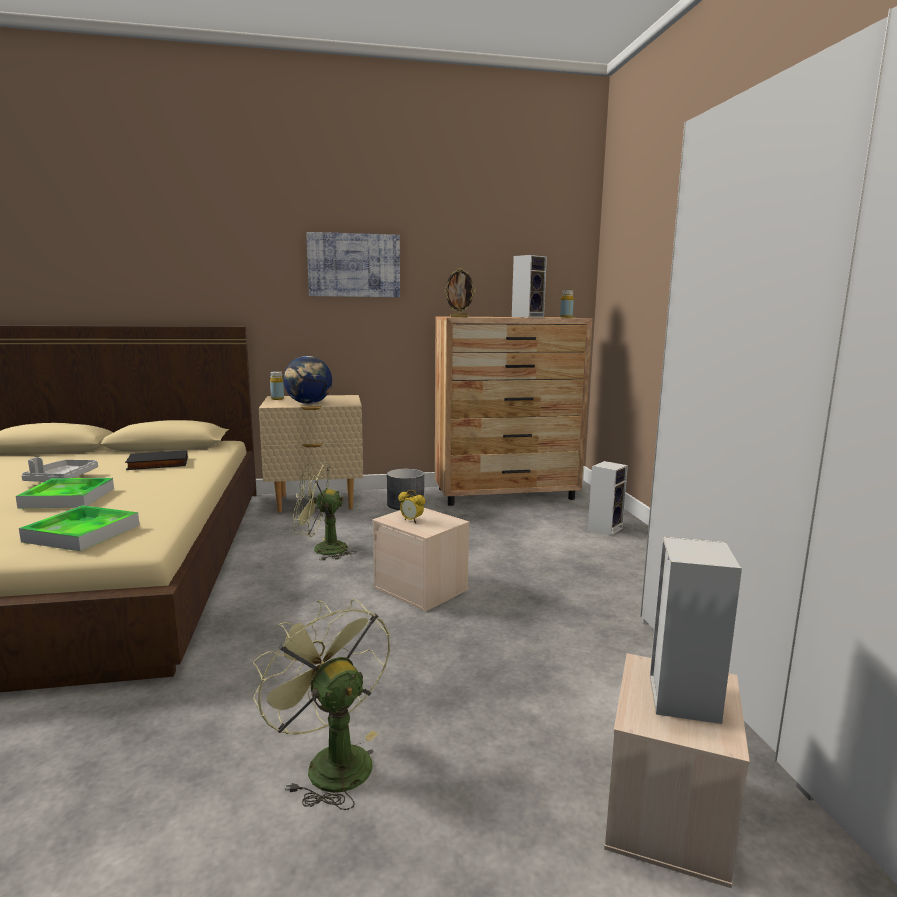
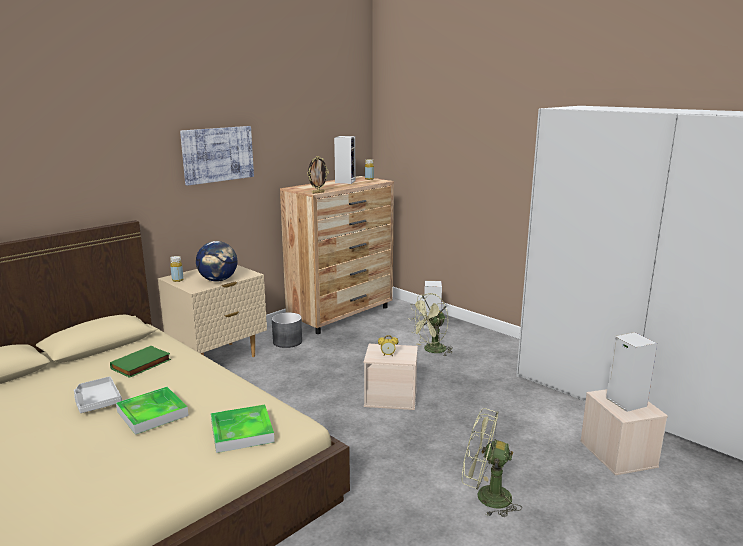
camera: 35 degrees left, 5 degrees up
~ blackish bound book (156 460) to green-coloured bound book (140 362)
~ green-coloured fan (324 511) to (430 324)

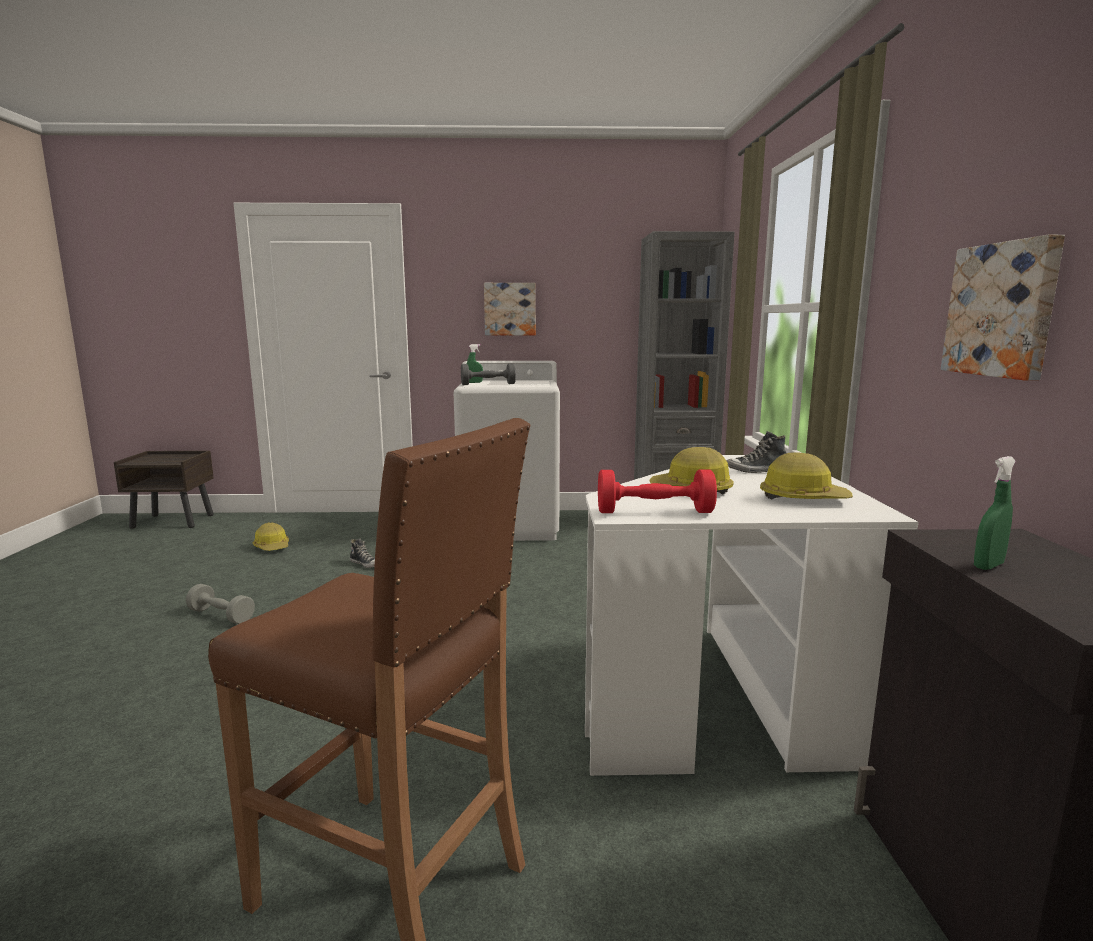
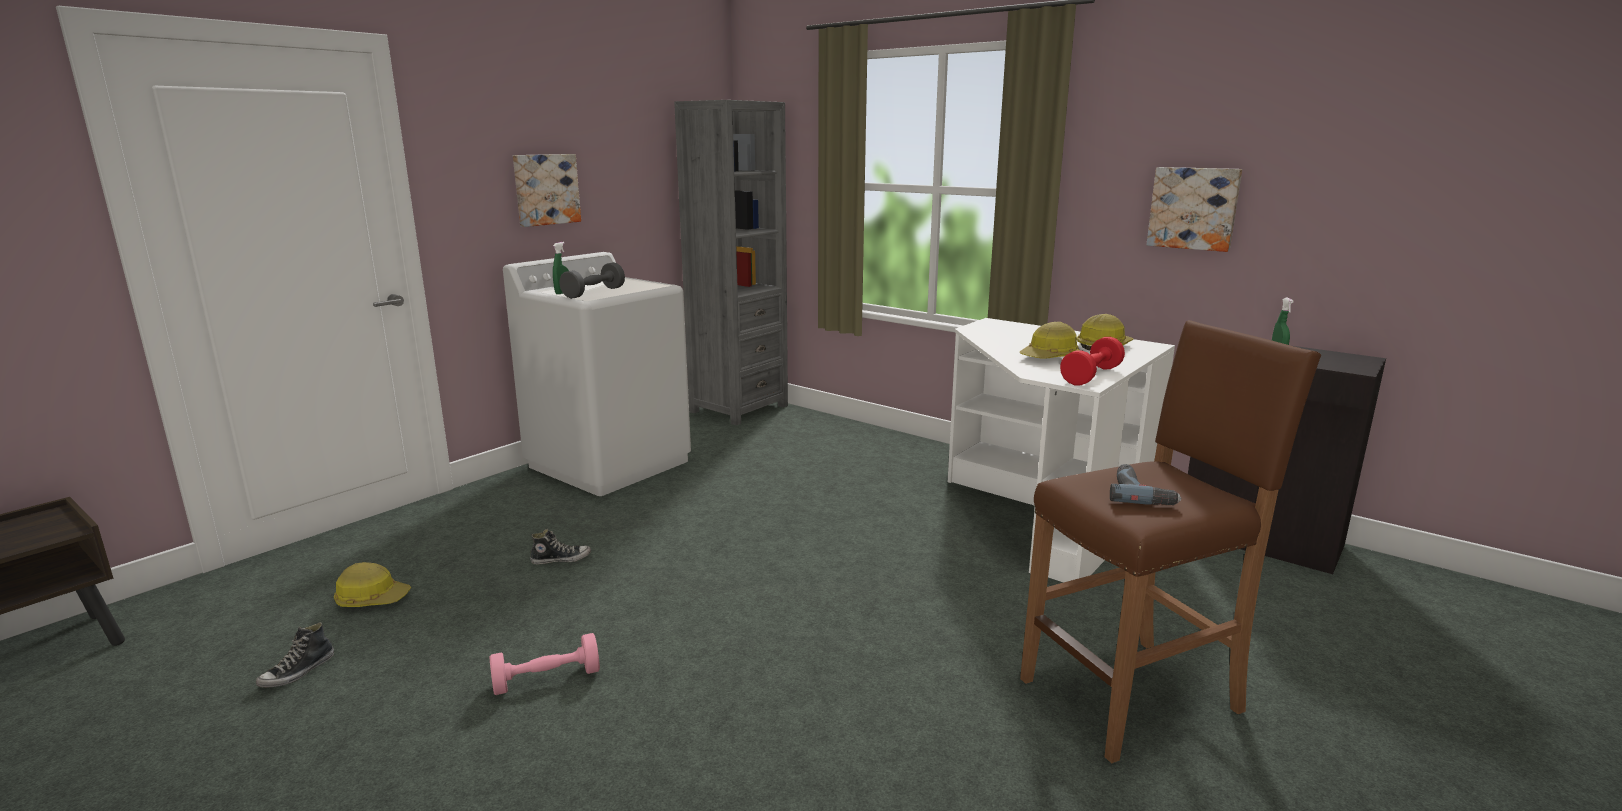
camera: 50 degrees left, 5 degrees up
~ greyish hand weight (220 604) to pink hand weight (544 664)
~ shoe (756 452) to (295 655)
+ power drill (1146 484)

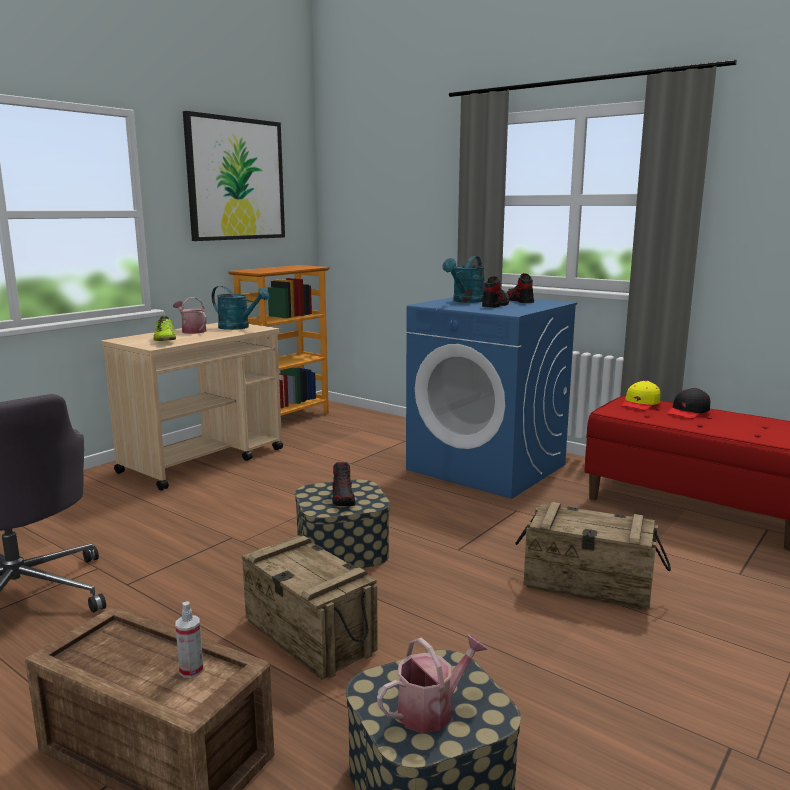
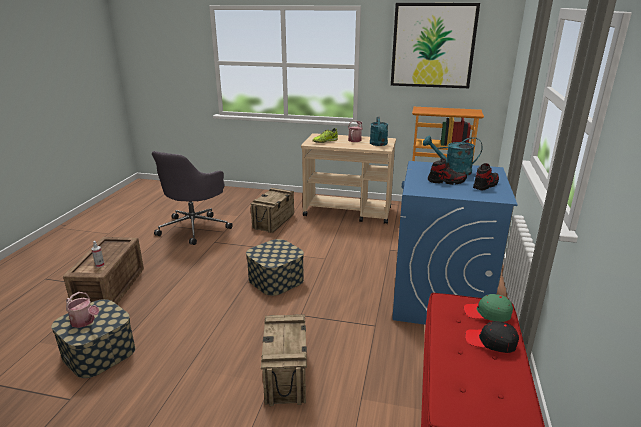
camera: 65 degrees right, 10 degrees up
~ crate (310 607) to (272 210)
- shoe (343 484)
~ yellow-coloured peaked cap (640 395) to green-coloured peaked cap (488 308)

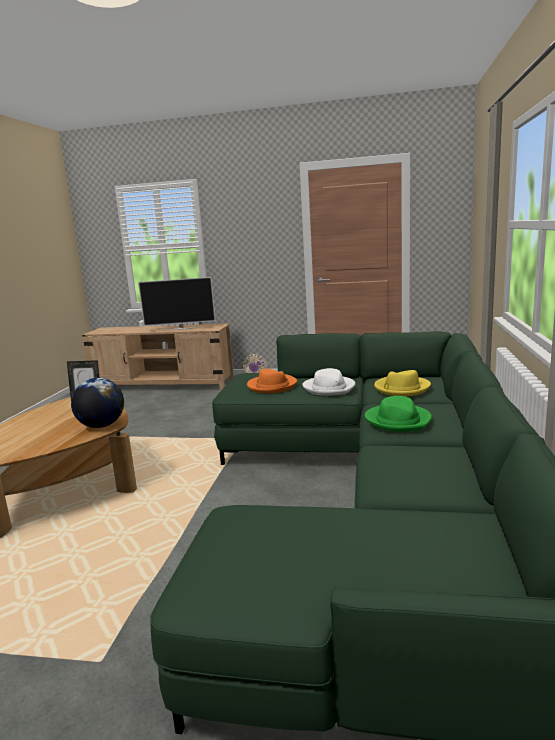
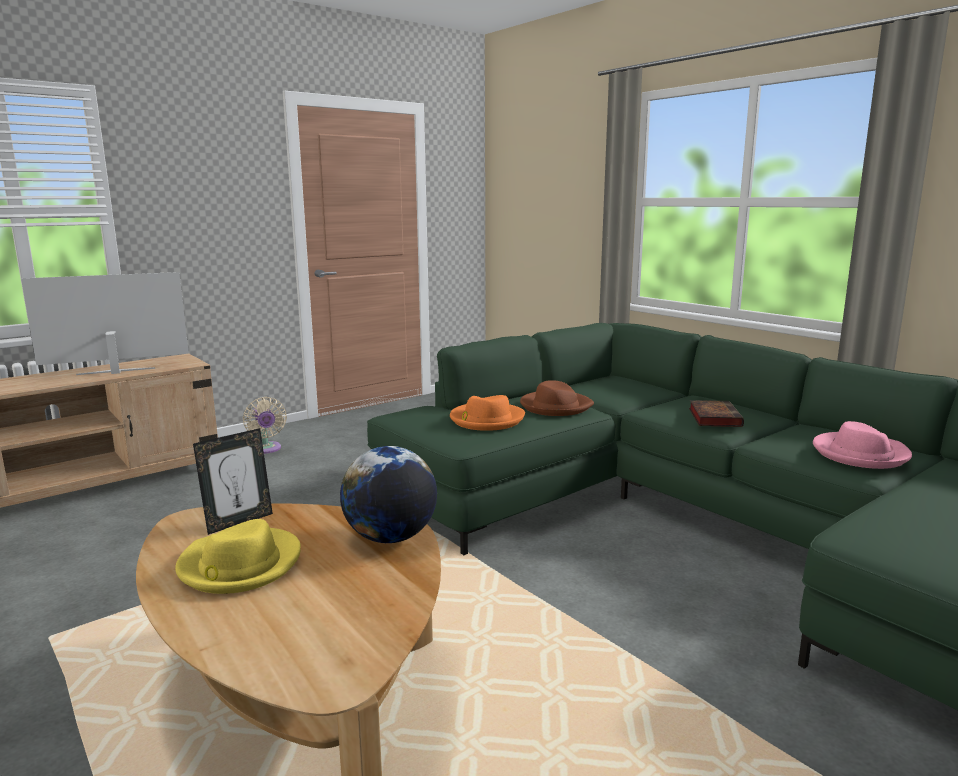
camera: 50 degrees left, 0 degrees up
~ television (177 303) = (105 323) 150 degrees counterclockwise
~ white-coloured wearable hat (328 382) to brown-coloured wearable hat (557 398)
~ green-coloured wearable hat (398 414) to bound book (716 413)
~ yellow-coloured wearable hat (402 383) to (238 556)
+ pink wearable hat (862 445)

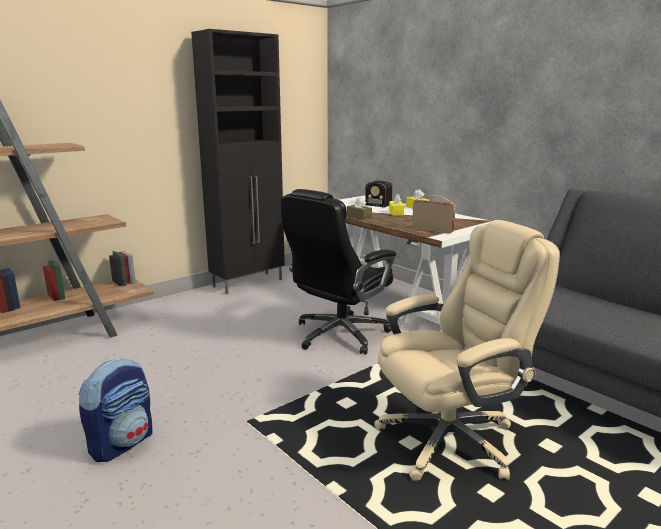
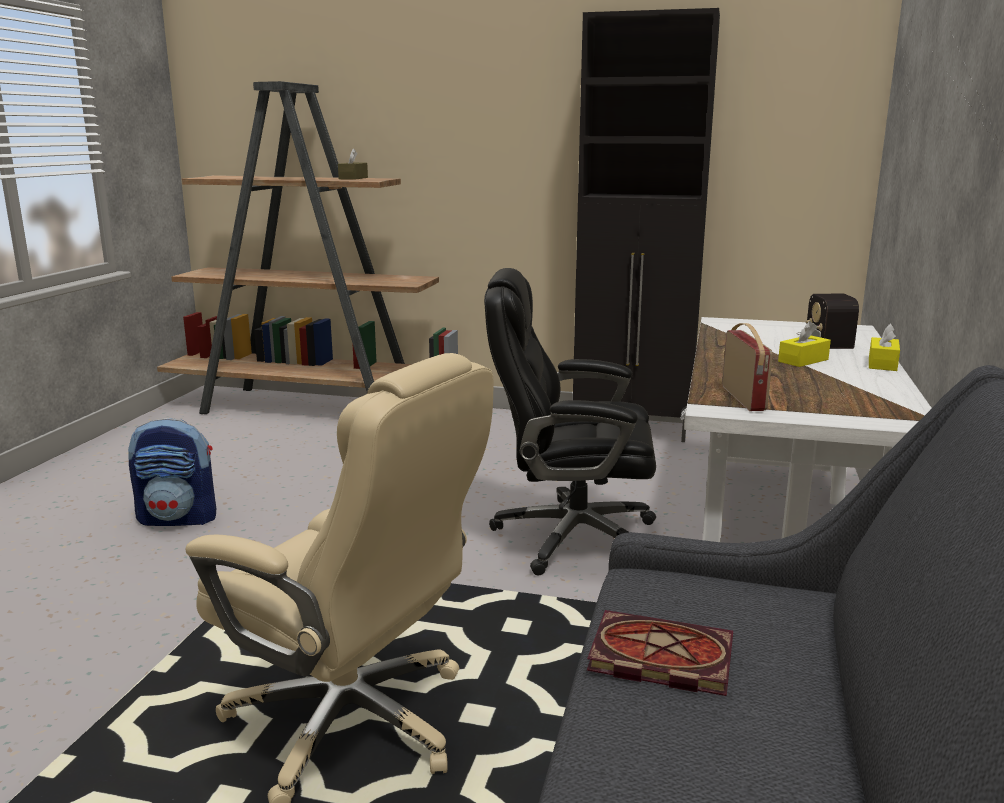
camera: 55 degrees right, 0 degrees up
~ brown-coloured tissue box (359 208) to (353 164)
+ bound book (660 653)

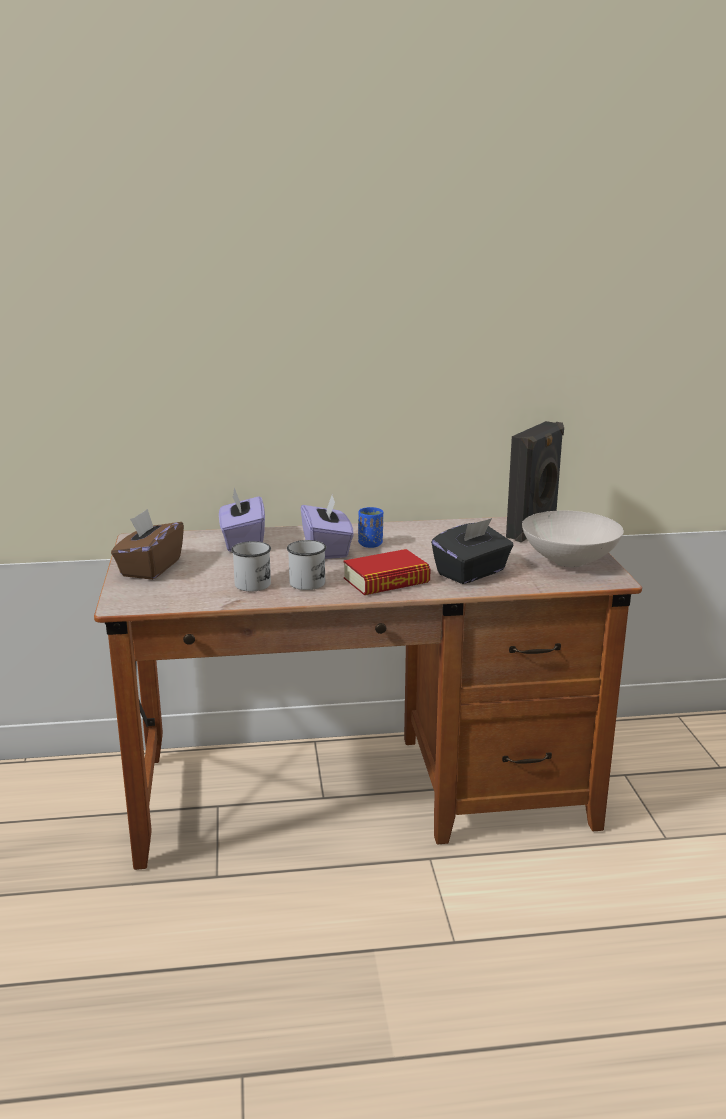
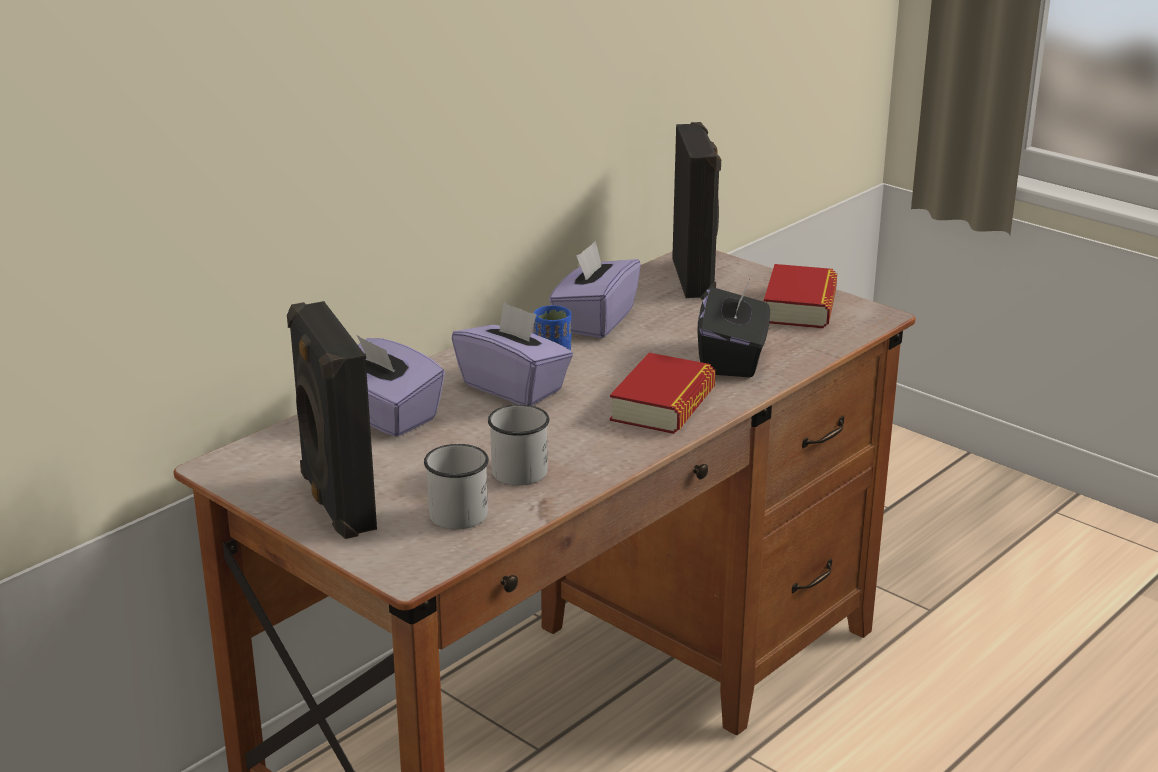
camera: 40 degrees left, 5 degrees up
~ brown-coloured tissue box (147 544) to blackish audio speaker (332 420)
~ white-coloured tea mug (306 565) to (456 486)
~ white-coloured bowl (573 539) to bound book (800 296)
+ purplish tissue box (595 289)

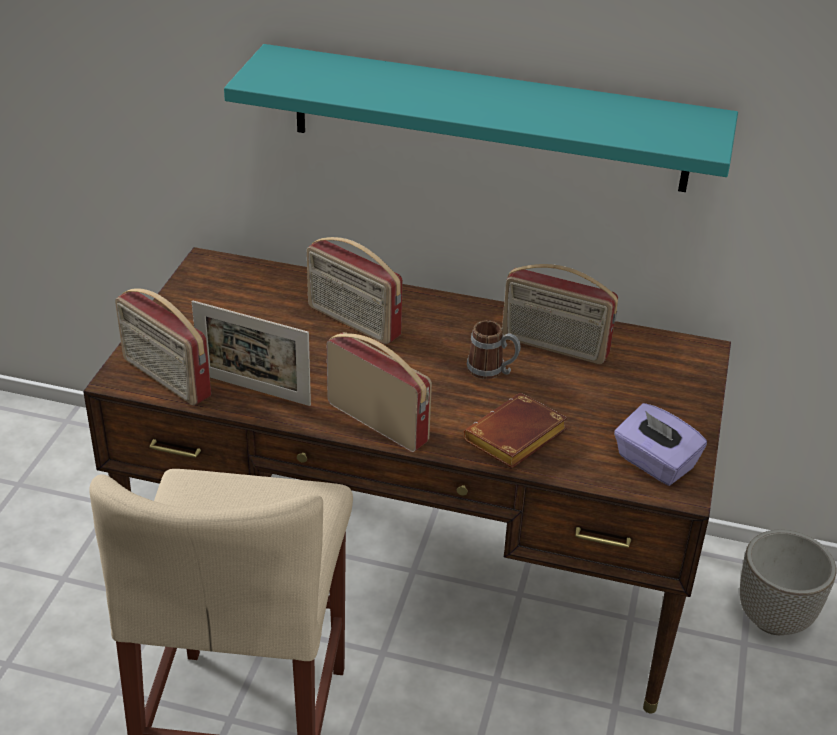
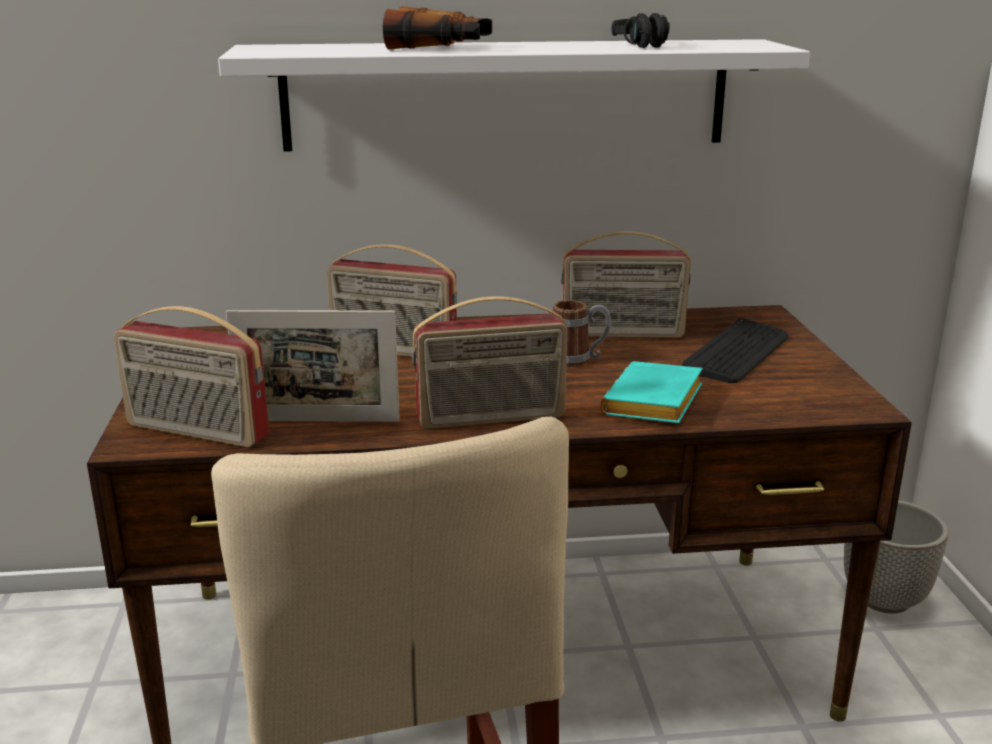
camera: 20 degrees left, 15 degrees down
~ turquoise-coloured wall shelf (481 118) to white-coloured wall shelf (514 95)
~ radio (379 392) = (489 362) 150 degrees clockwise
~ brown-coloured bound book (515 430) to turquoise-coloured bound book (651 392)
- purplish tissue box (660 444)
+ binoculars (437 28)
+ blackish headset (641 30)
+ PC keyboard (735 350)

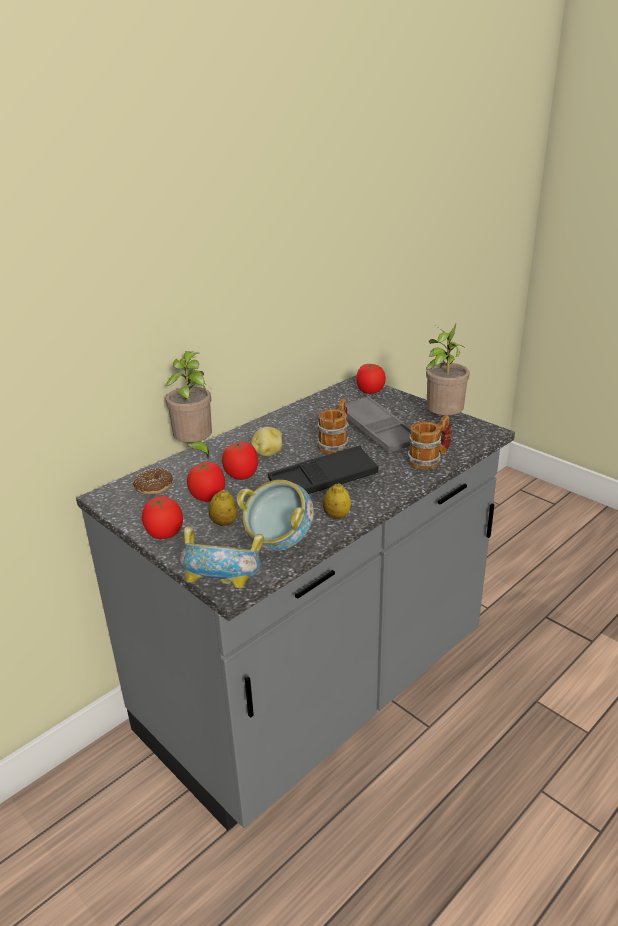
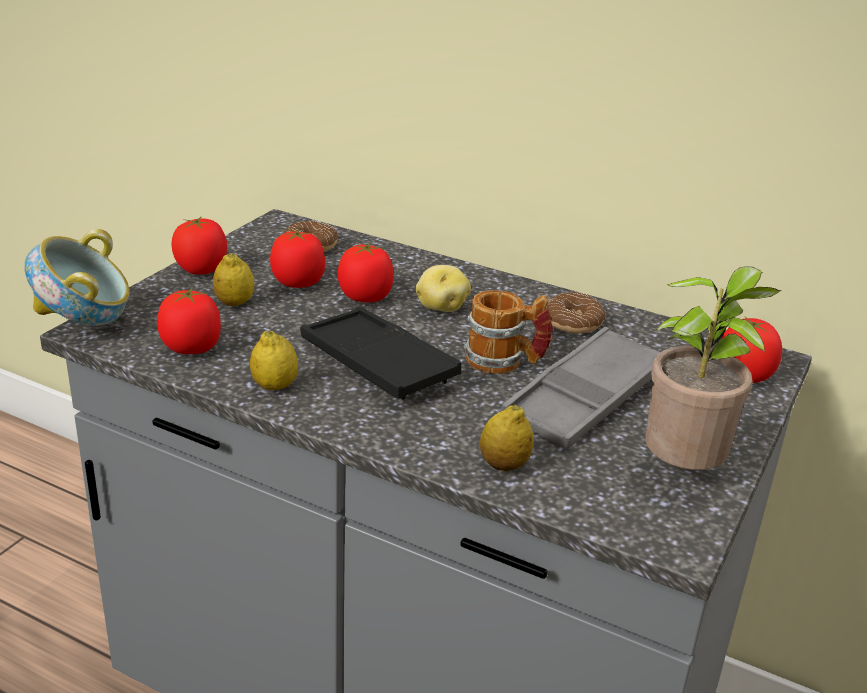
camera: 70 degrees right, 0 degrees up
- plant in a pot (189 405)
~ bowl (275 515) to whole tomato (189 320)
~ tea mug (430 442) to lemon (507 438)
+ doughnut (576 313)

